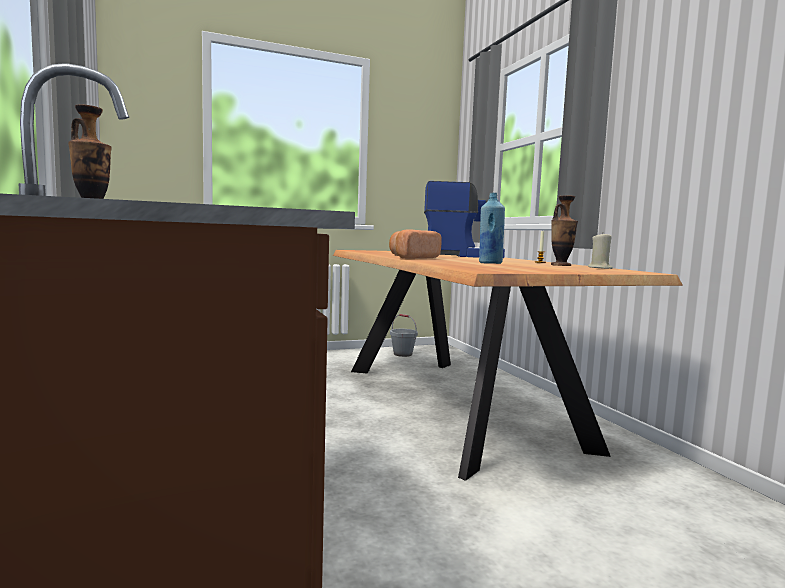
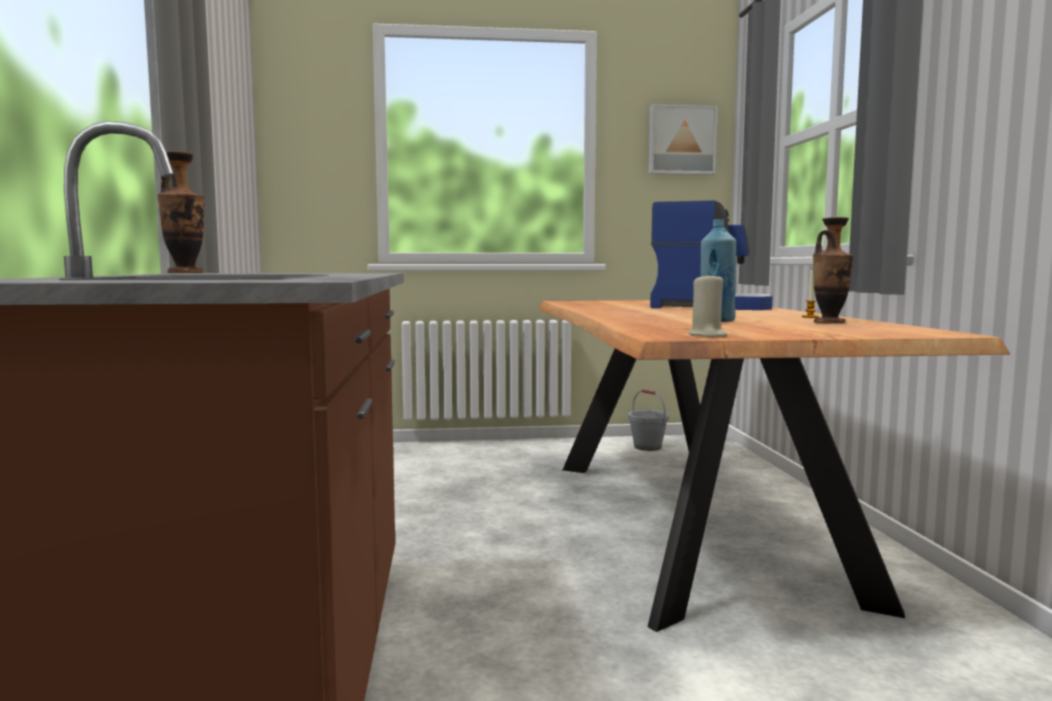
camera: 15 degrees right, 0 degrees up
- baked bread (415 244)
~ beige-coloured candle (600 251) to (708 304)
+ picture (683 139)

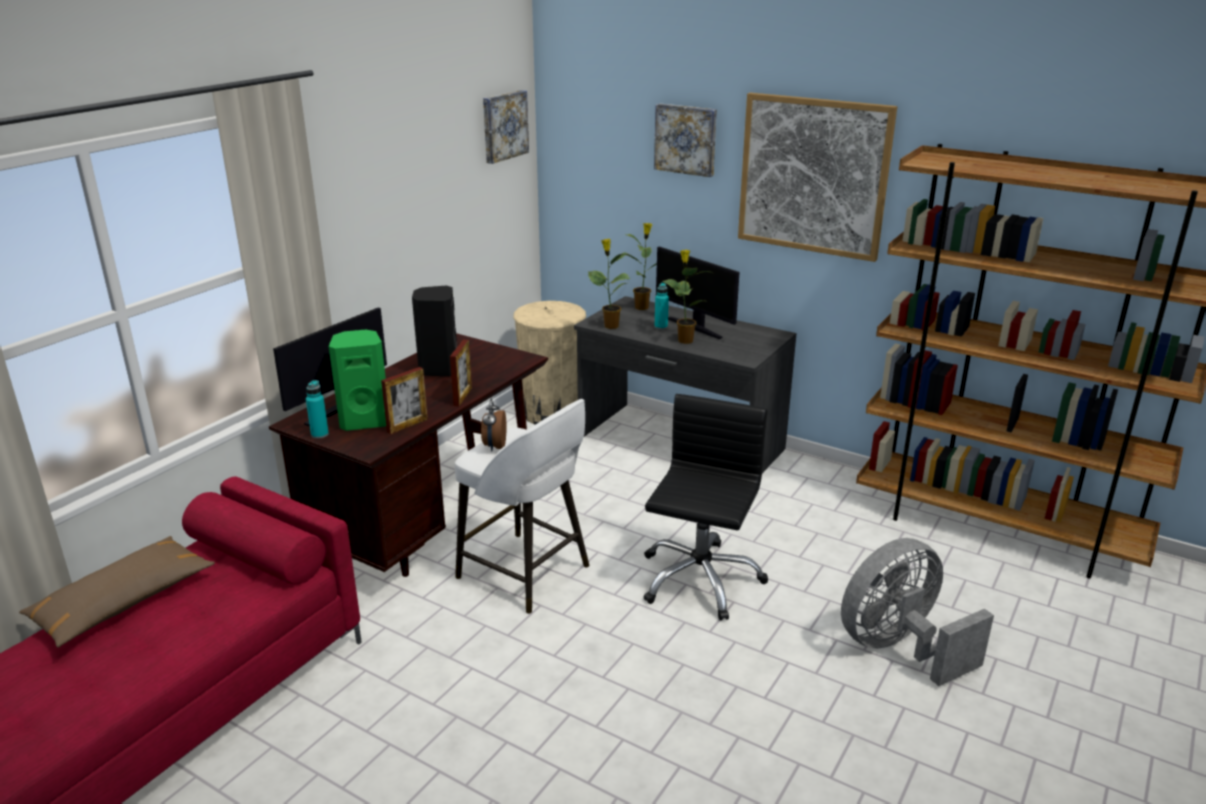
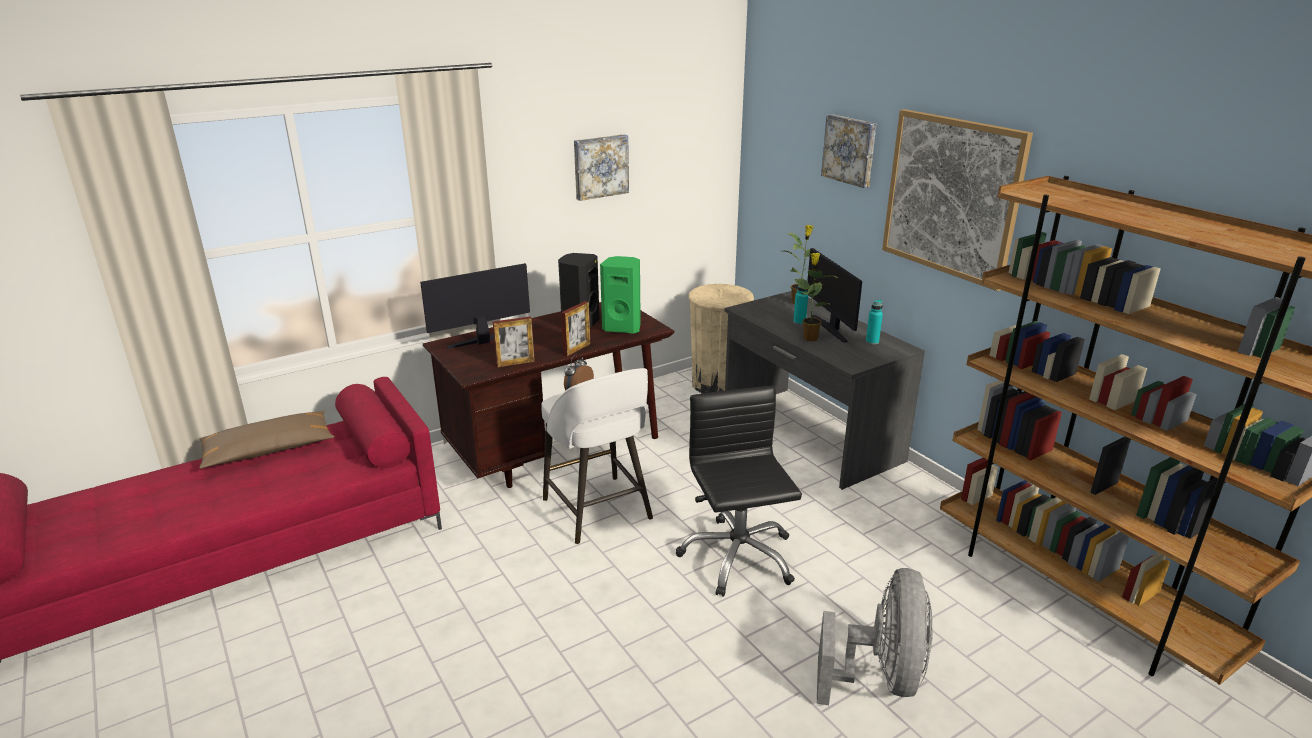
camera: 25 degrees right, 0 degrees up
~ turquoise-coloured beverage bottle (317 409) to (874 322)
~ green-coloured audio speaker (357 380) to (620 295)
~ picture (506 127) to (601 167)
- plant in a pot (609 284)
~ blackish computer chair (705 507) = (739 491) 60 degrees counterclockwise
~ greyish fan (917 612) = (875 636) 105 degrees clockwise

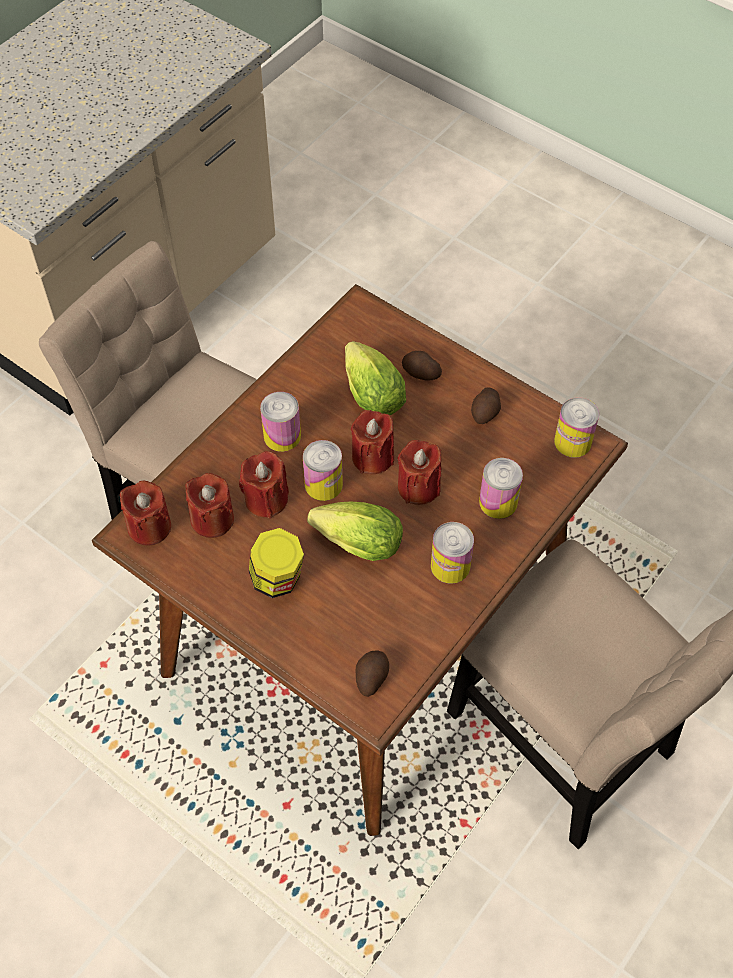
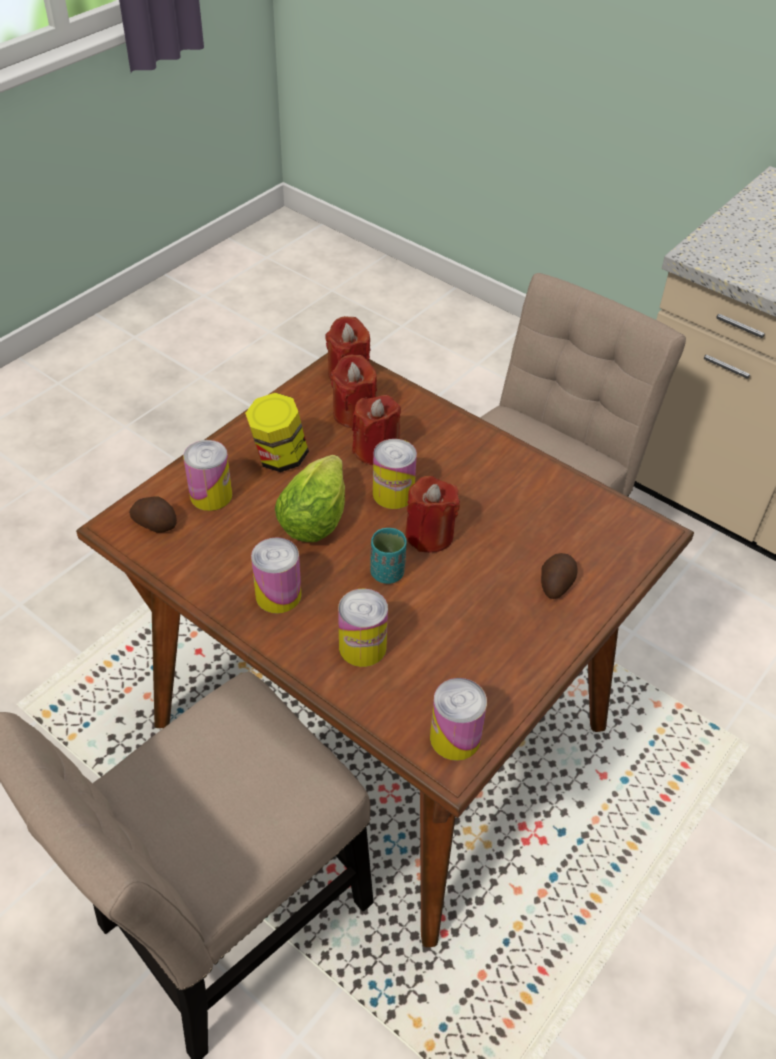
camera: 90 degrees right, 10 degrees down
~ can (280 422) to (207 475)
- head of lettuce (375 378)
~ reddish candle (419 472) to turquoise-coloured cup (388 556)
- whole potato (486 405)

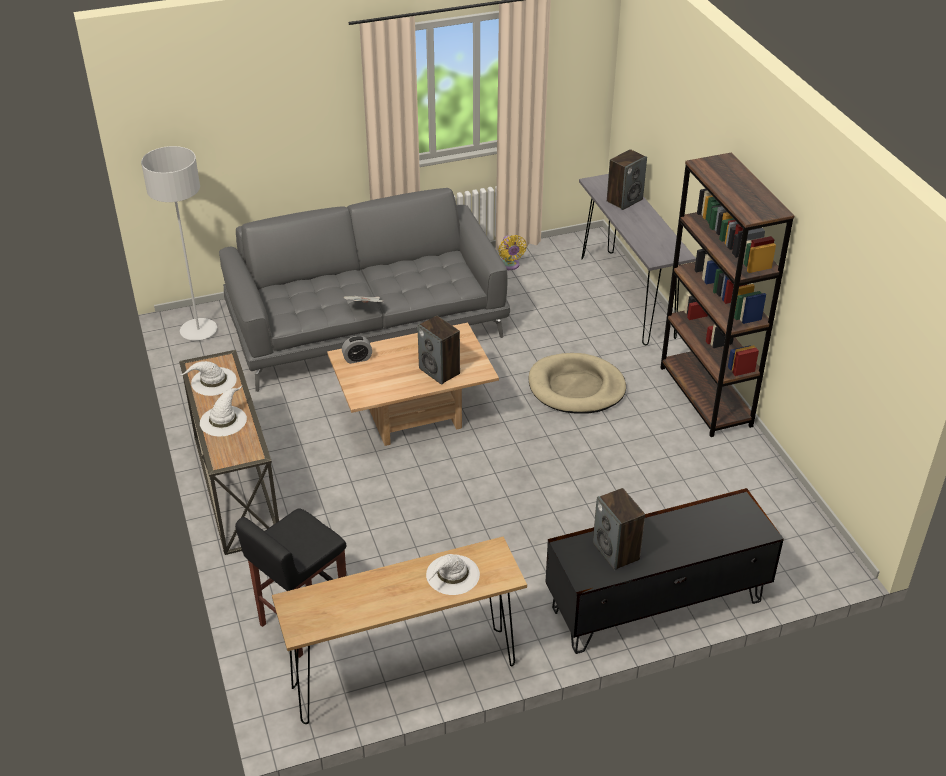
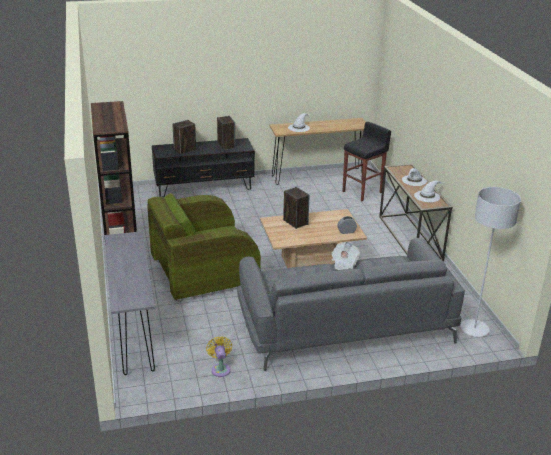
camera: 175 degrees left, 10 degrees down
~ beige-coloured pet bed (577 383) to green-coloured lounge chair (204 247)
~ audio speaker (627 179) to (184 137)

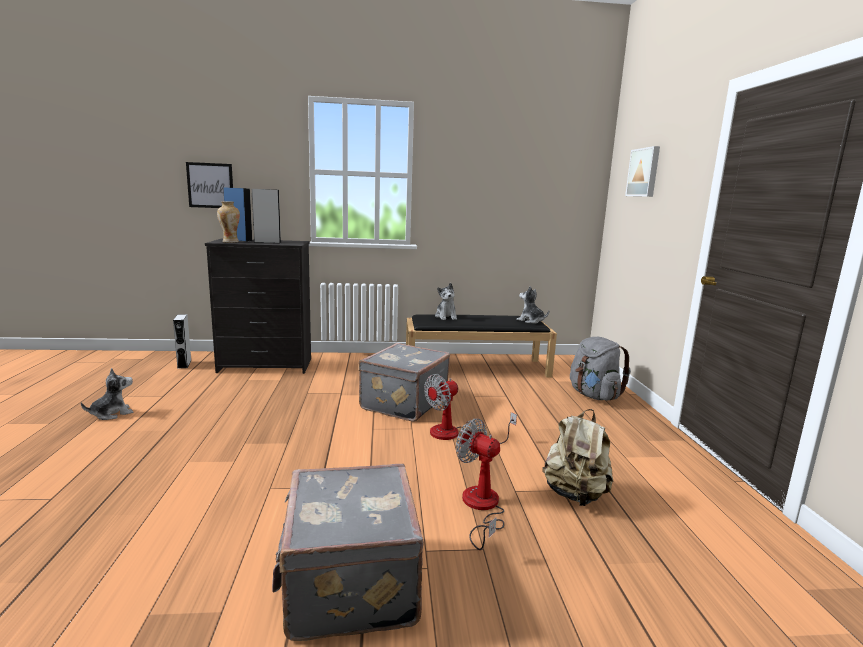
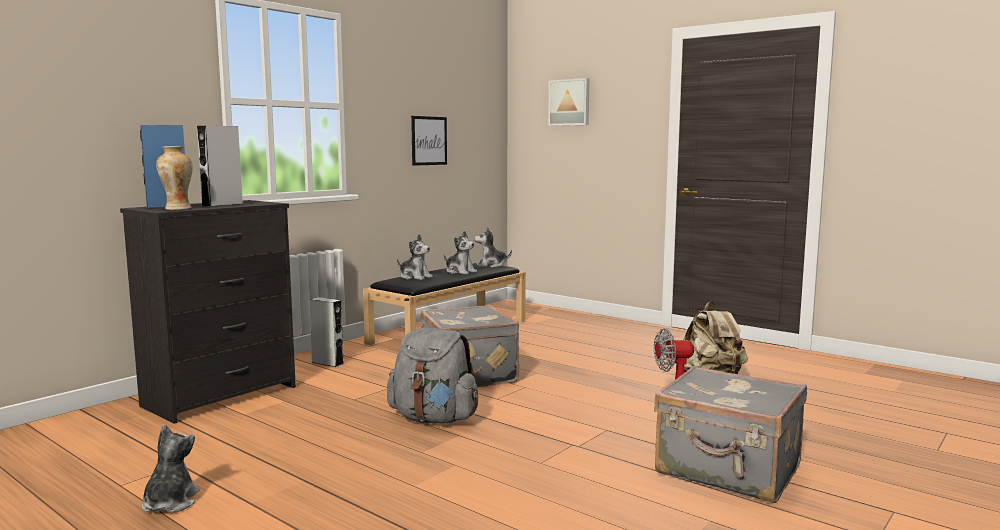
camera: 45 degrees left, 5 degrees down
~ greyish audio speaker (182 341) to (326 332)
~ picture (209 185) to (429 141)
- fan (470 409)
~ greyish rucksack (600 369) to (433 376)
+ soft toy (460 253)

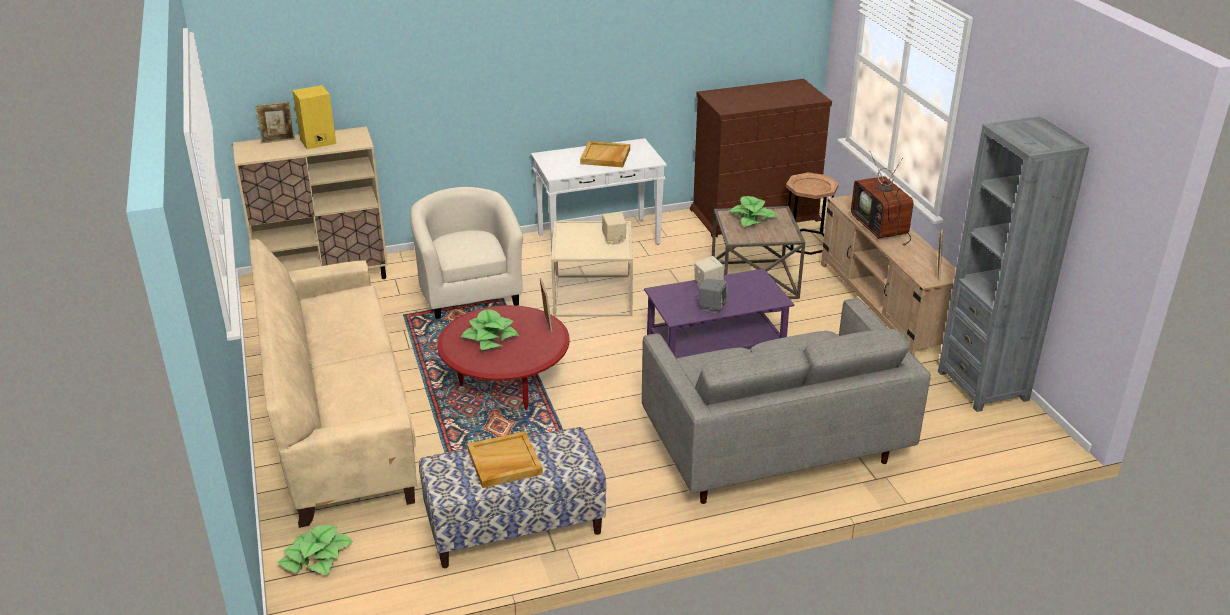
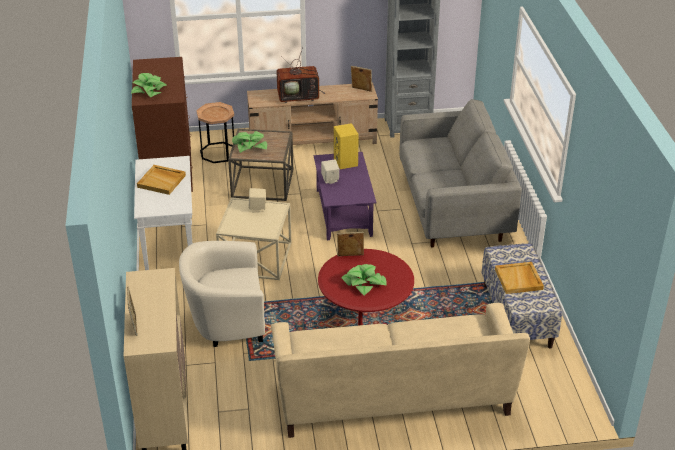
camera: 80 degrees left, 5 degrees up
~ plant in a pot (315 550) to (148 85)
~ yellow-coloured audio speaker (314 117) to (346 146)
- greyish audio speaker (713 296)

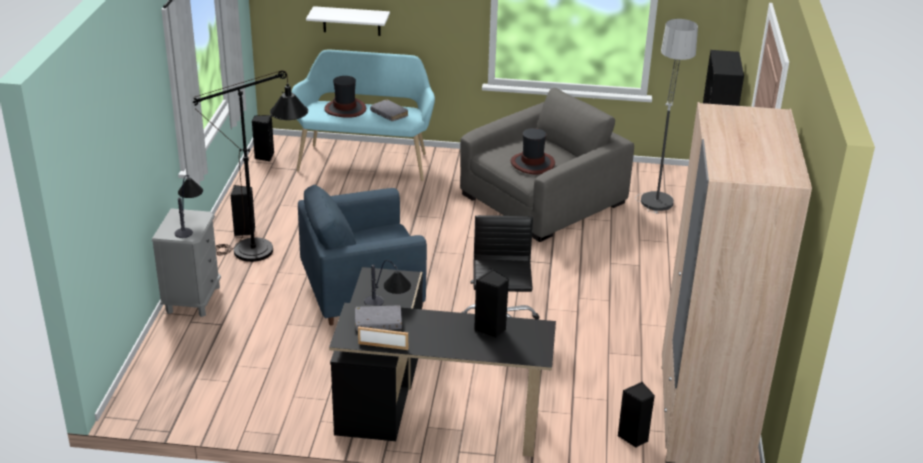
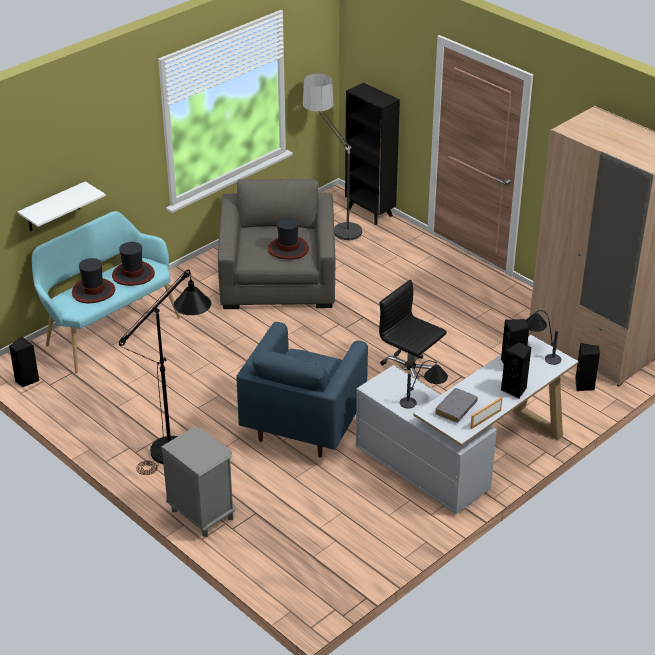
camera: 50 degrees left, 5 degrees up
~ lamp for a table (188 206) to (543 337)
~ blackish audio speaker (243 210) to (516 370)
~ blackish desk (442 362) to white-coloured desk (467 424)
~ greyish bound book (389 110) to wearable hat (133 264)

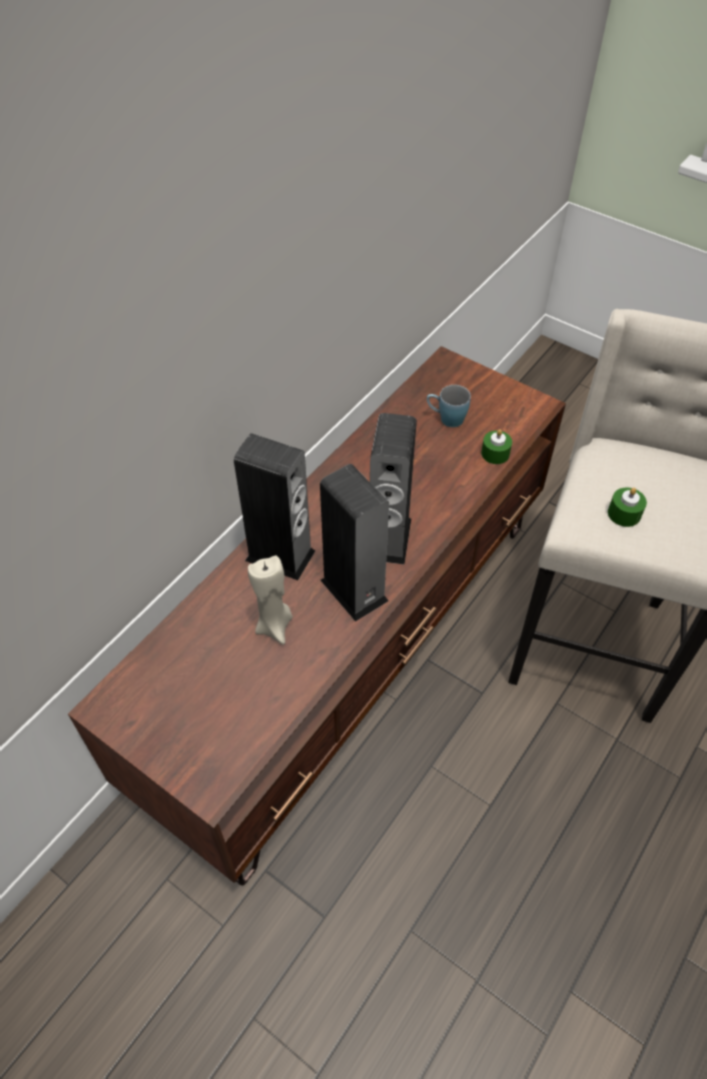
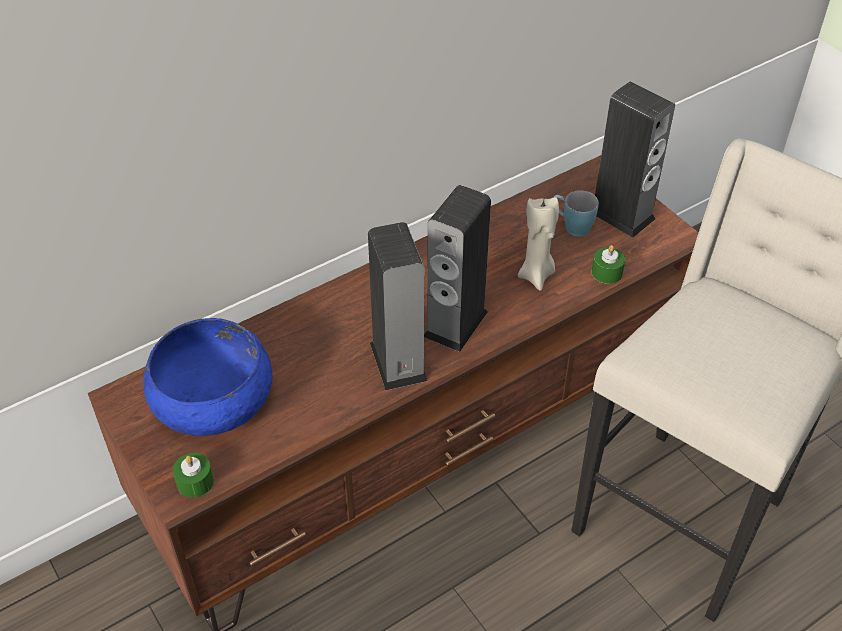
camera: 20 degrees right, 5 degrees down
~ audio speaker (274 506) to (635 159)
~ beige-coloured candle (270 600) to (538 244)
~ green-coloured candle (627 507) to (193 475)
+ bluish bowl (208 377)

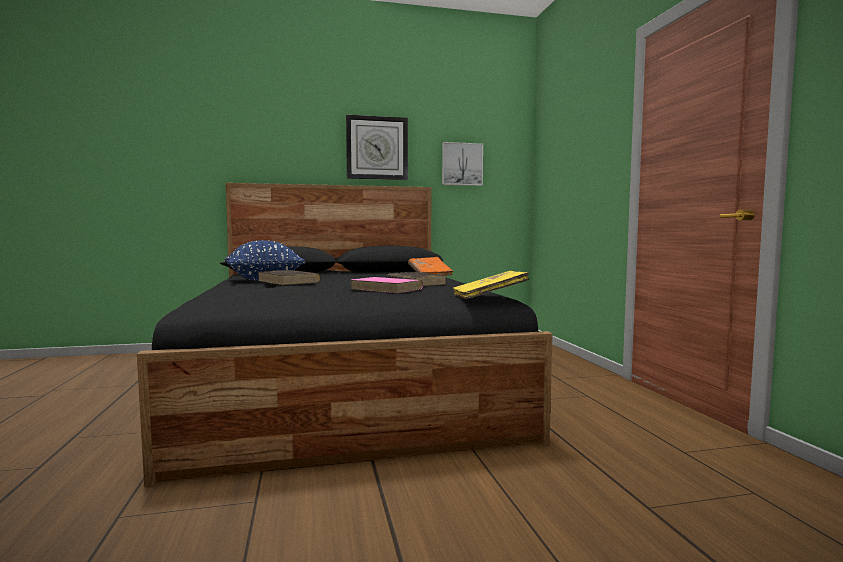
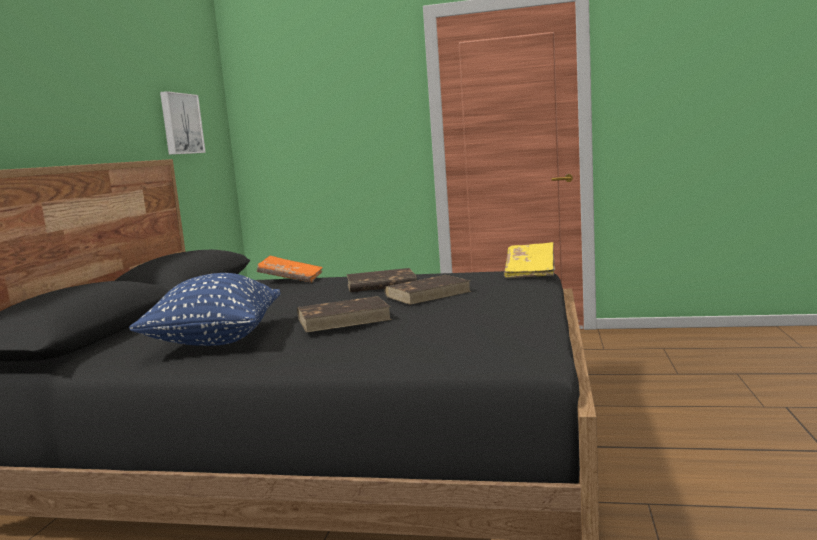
camera: 65 degrees left, 5 degrees up
- clock on the wall (377 147)
~ pink bound book (387 285) to brown-coloured bound book (427 290)

